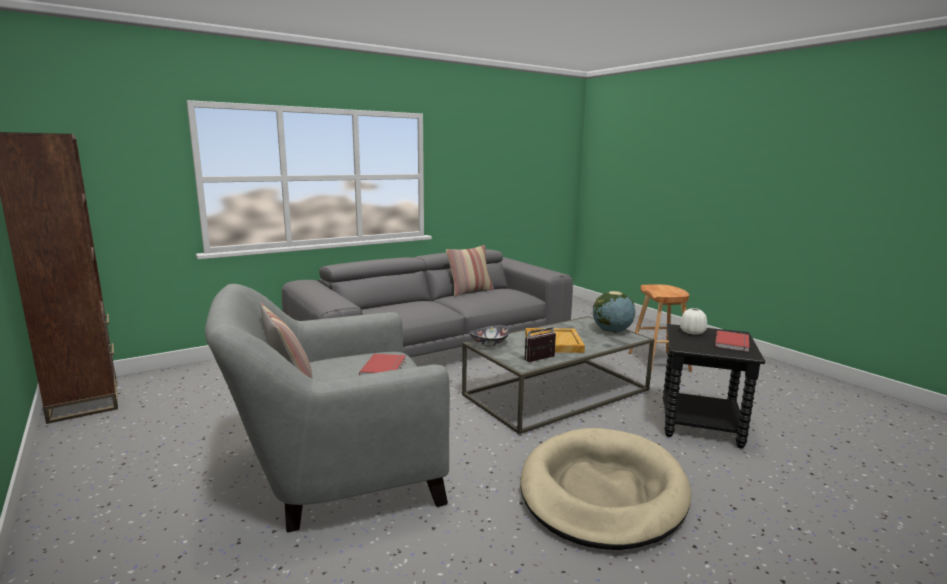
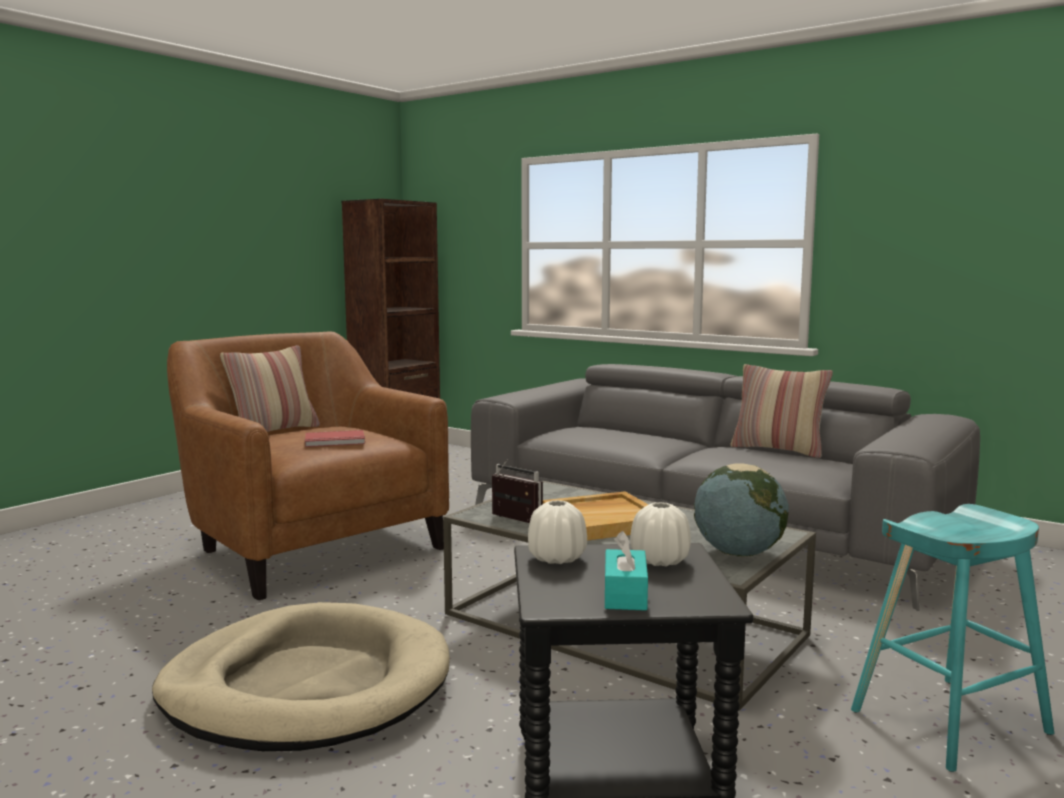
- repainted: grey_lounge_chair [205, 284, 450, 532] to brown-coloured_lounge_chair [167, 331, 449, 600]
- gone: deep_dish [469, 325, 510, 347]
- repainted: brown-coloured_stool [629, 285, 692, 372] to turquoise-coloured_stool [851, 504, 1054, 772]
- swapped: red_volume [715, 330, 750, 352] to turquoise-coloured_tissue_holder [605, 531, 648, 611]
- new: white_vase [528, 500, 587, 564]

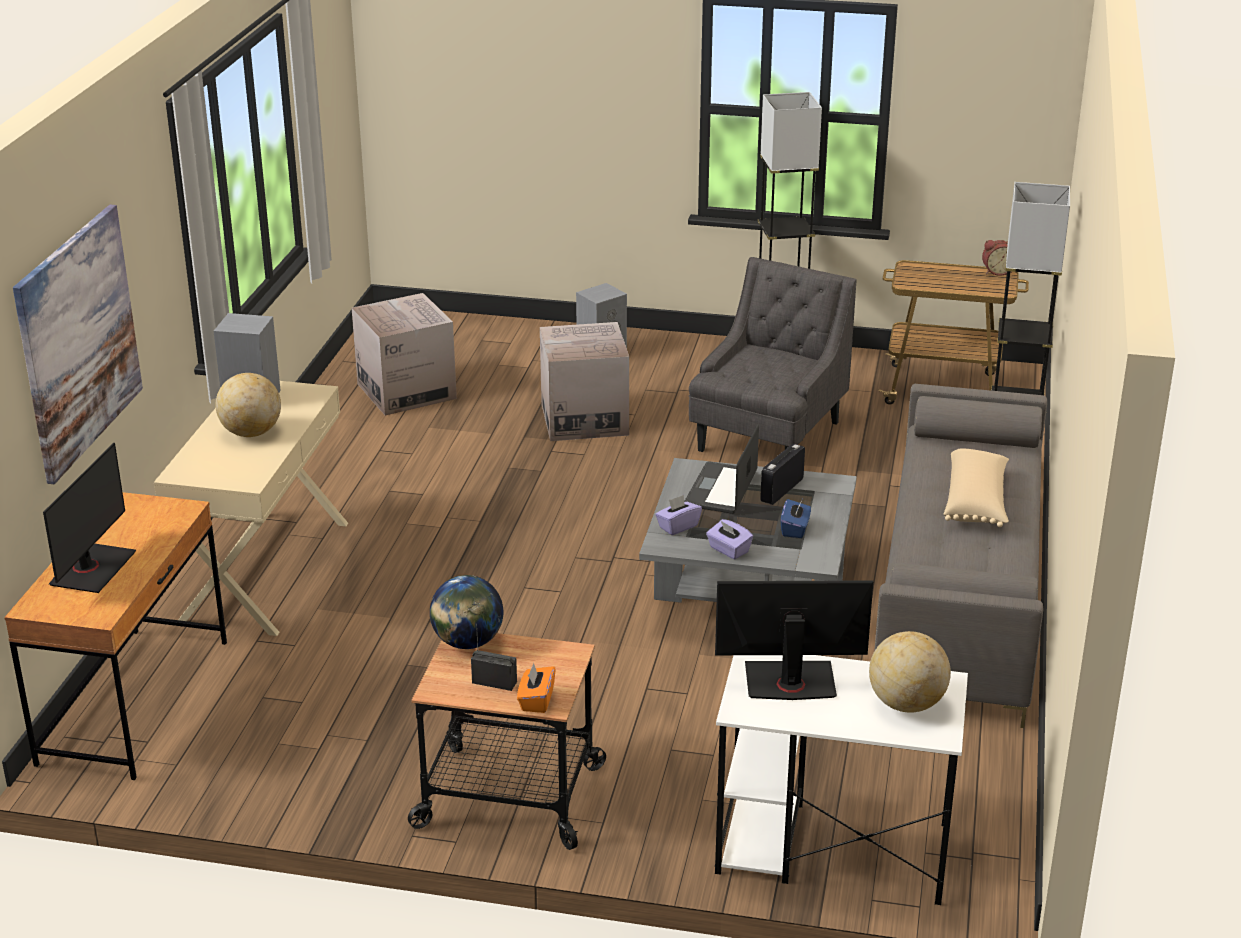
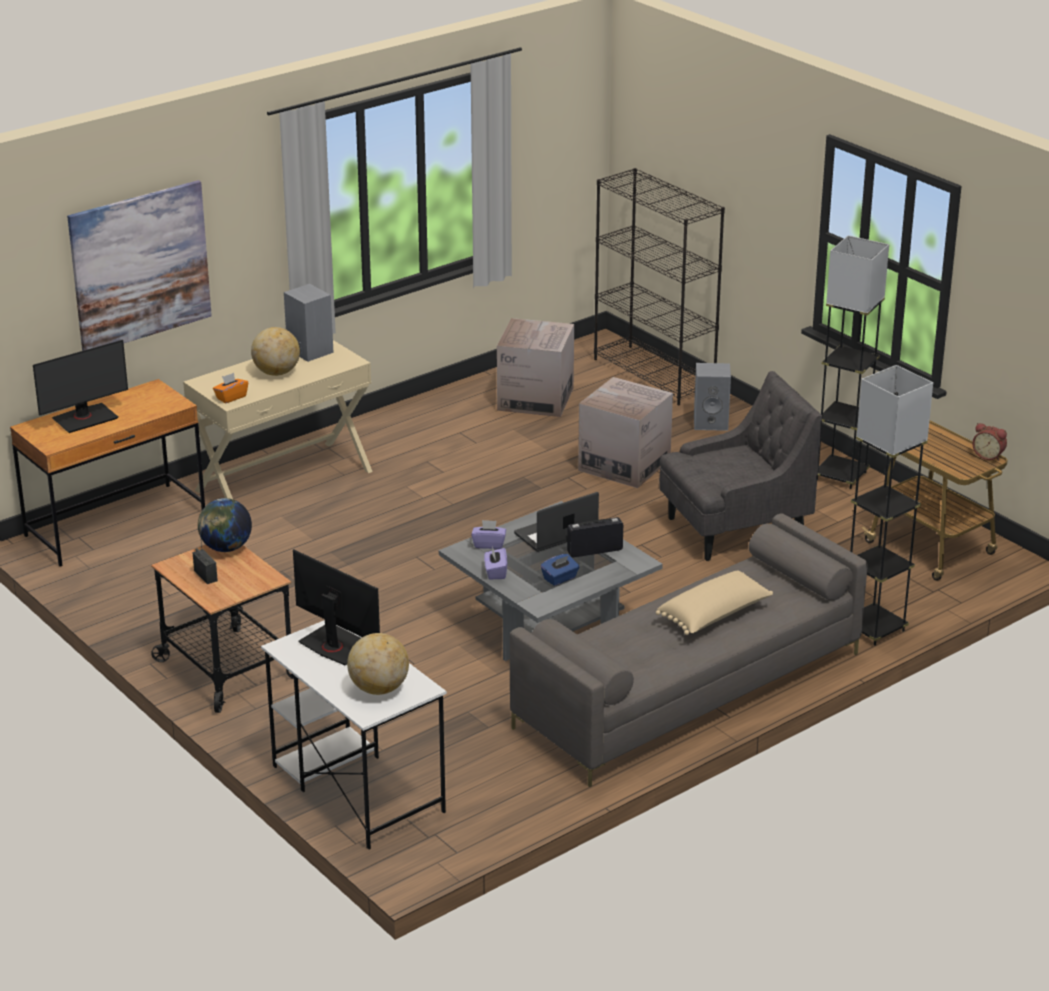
- shifted: orange-coloured_tissue_holder [517, 663, 556, 713] to [213, 373, 248, 404]
- new: black_bookshelf [594, 168, 725, 405]

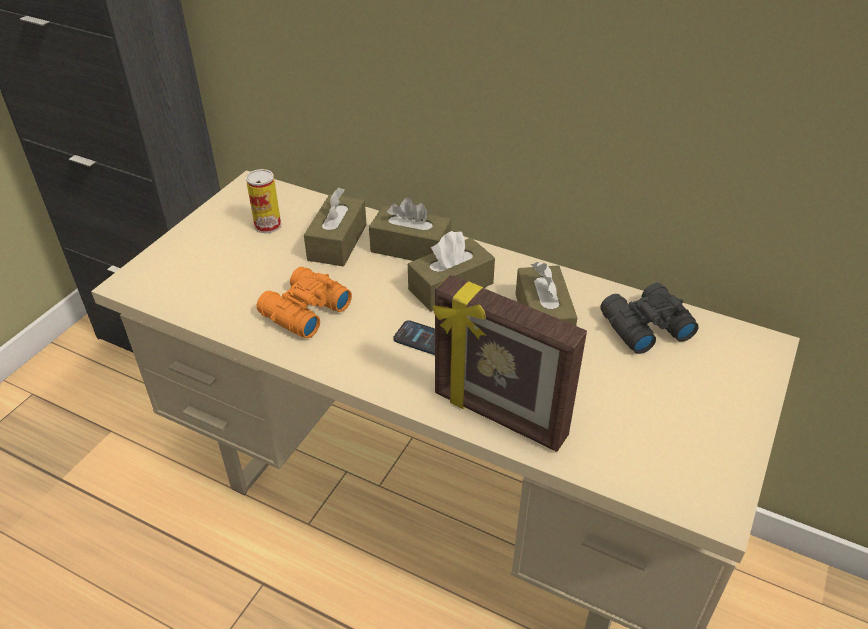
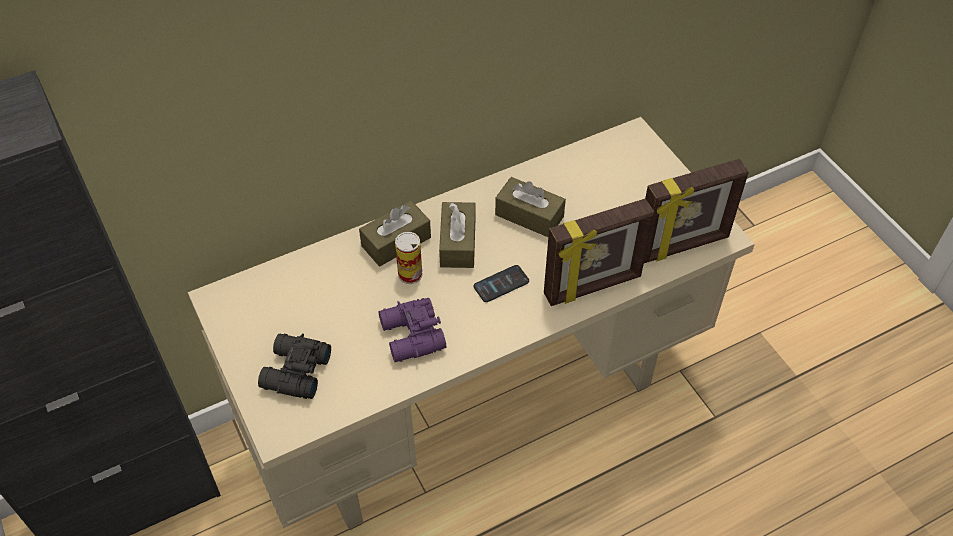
- shifted: can [246, 169, 281, 234] to [395, 232, 422, 284]
- repainted: orange-coloured_field_glasses [257, 267, 352, 338] to purple_field_glasses [379, 298, 446, 362]
- gone: brown-coloured_tissue_holder [304, 188, 367, 267]
- shifted: black_field_glasses [600, 283, 699, 354] to [258, 333, 331, 399]
- new: photo_frame [644, 159, 749, 263]

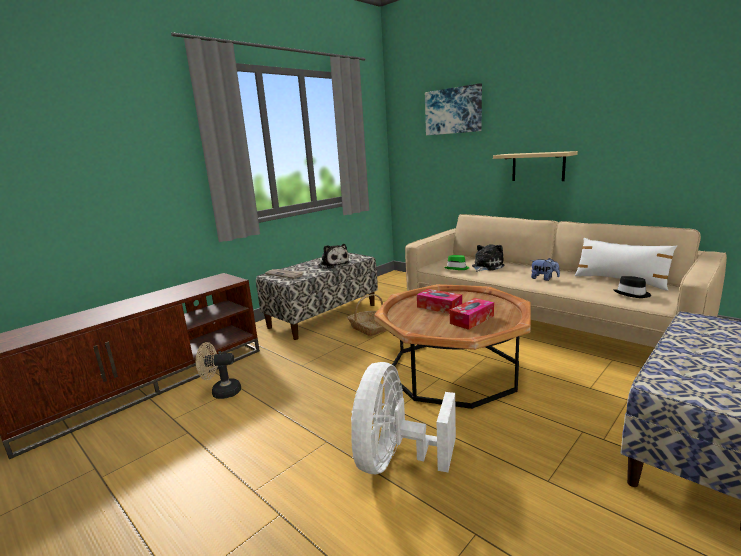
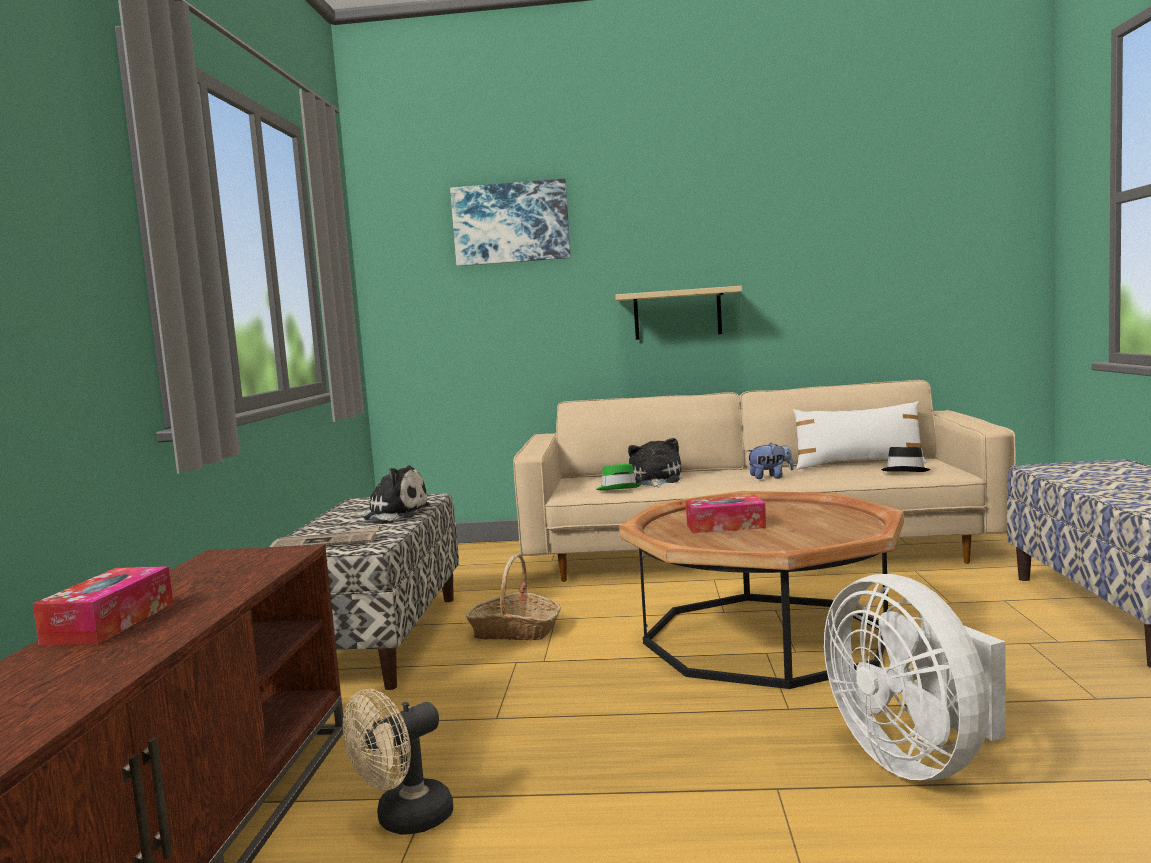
- shifted: tissue_holder [450, 298, 494, 330] to [33, 566, 173, 645]

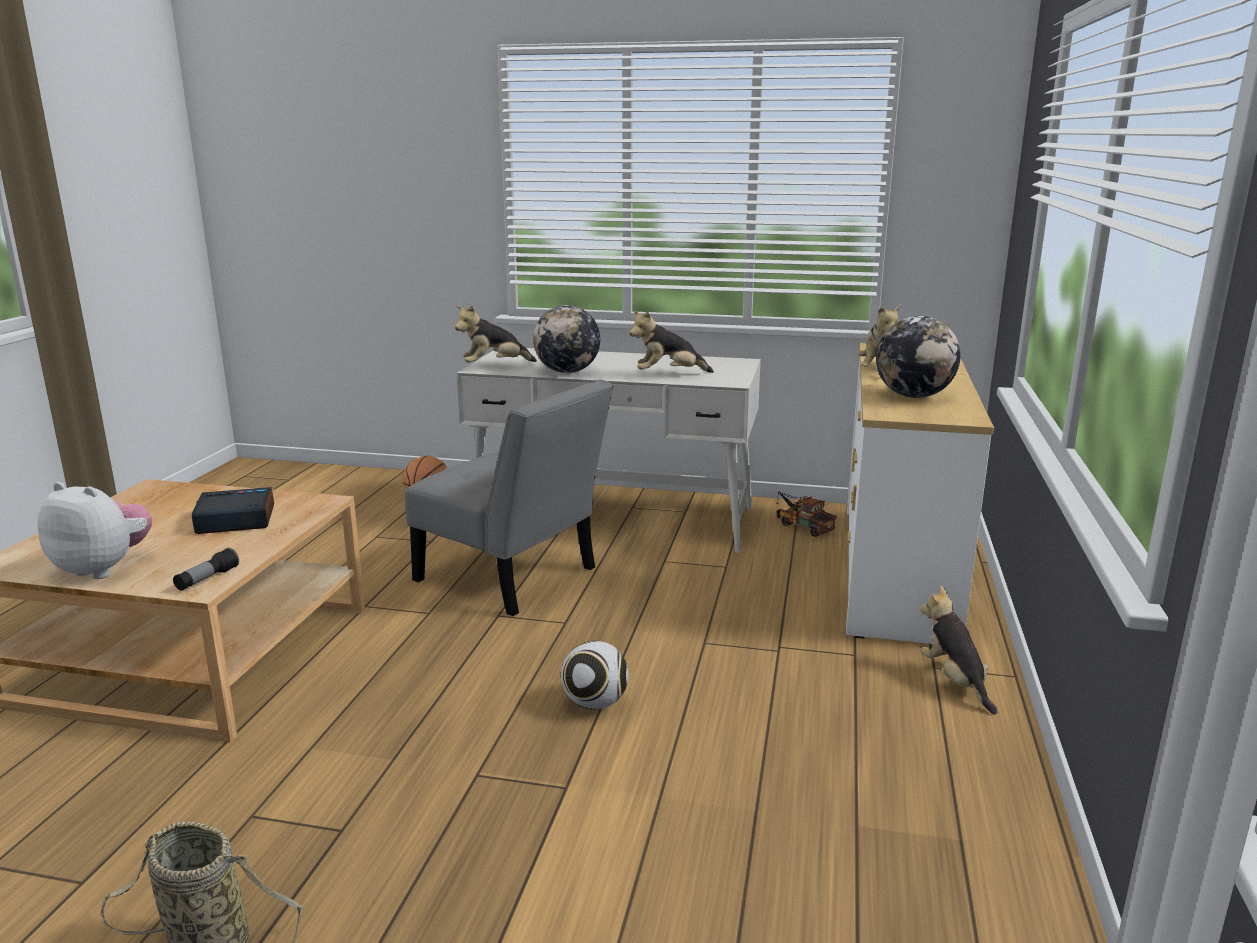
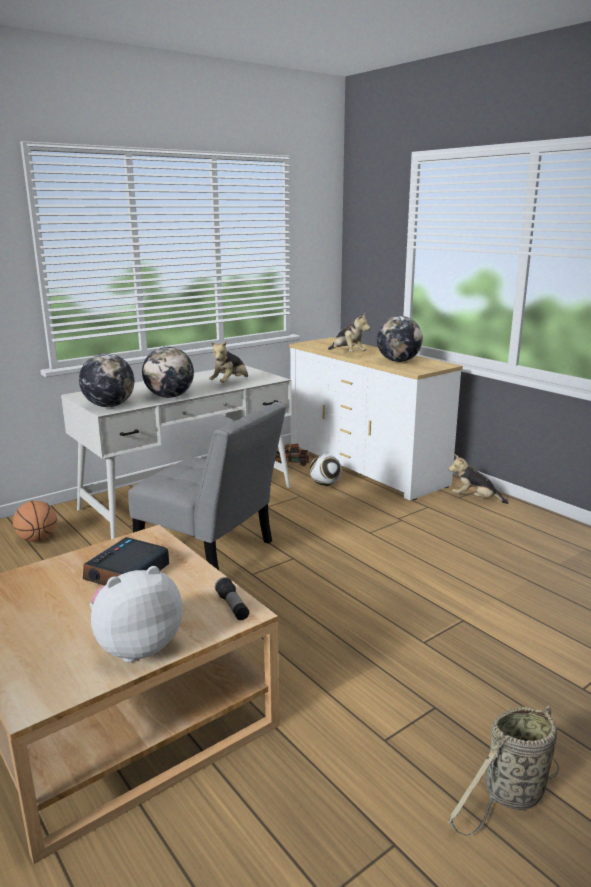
- rotated: grey_plain_chair [405, 380, 613, 616] = [128, 402, 286, 570] 45 degrees clockwise
- swapped: soft_toy [455, 305, 537, 362] to globe [79, 353, 134, 407]
- shifted: football [561, 641, 629, 709] to [310, 454, 342, 486]

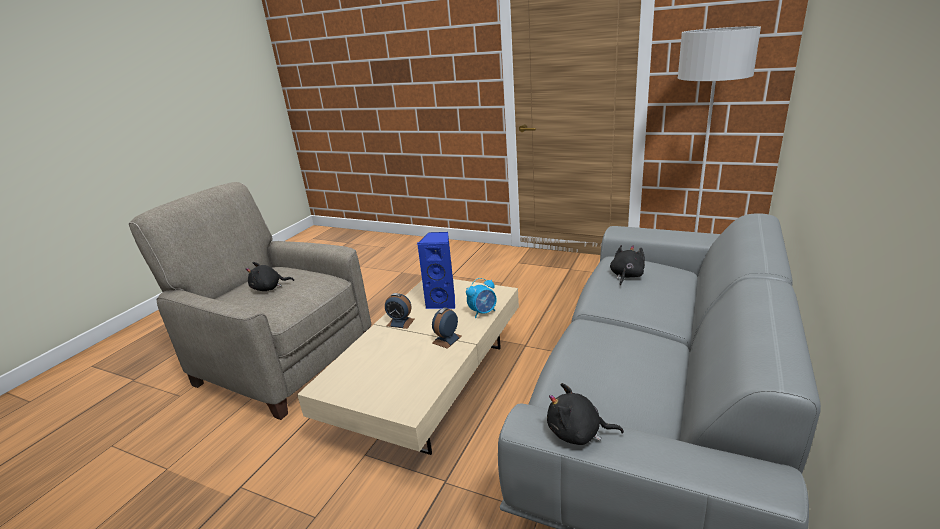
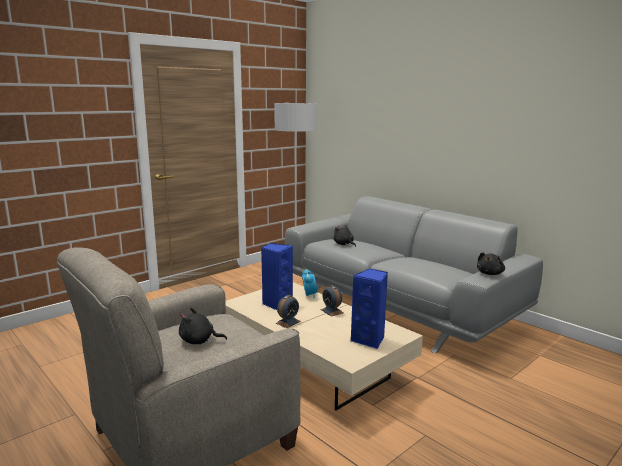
- rotated: black_soft_toy [246, 262, 294, 291] = [179, 308, 227, 344] 90 degrees clockwise
- new: blue_loudspeaker [351, 269, 388, 349]

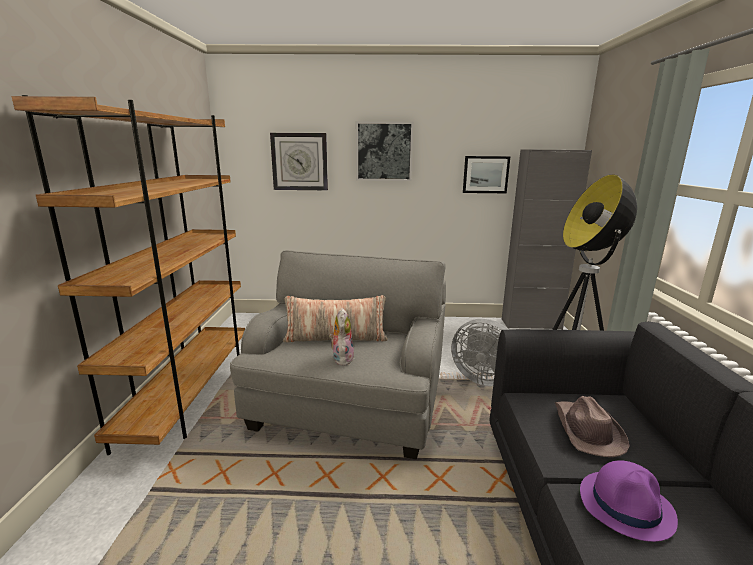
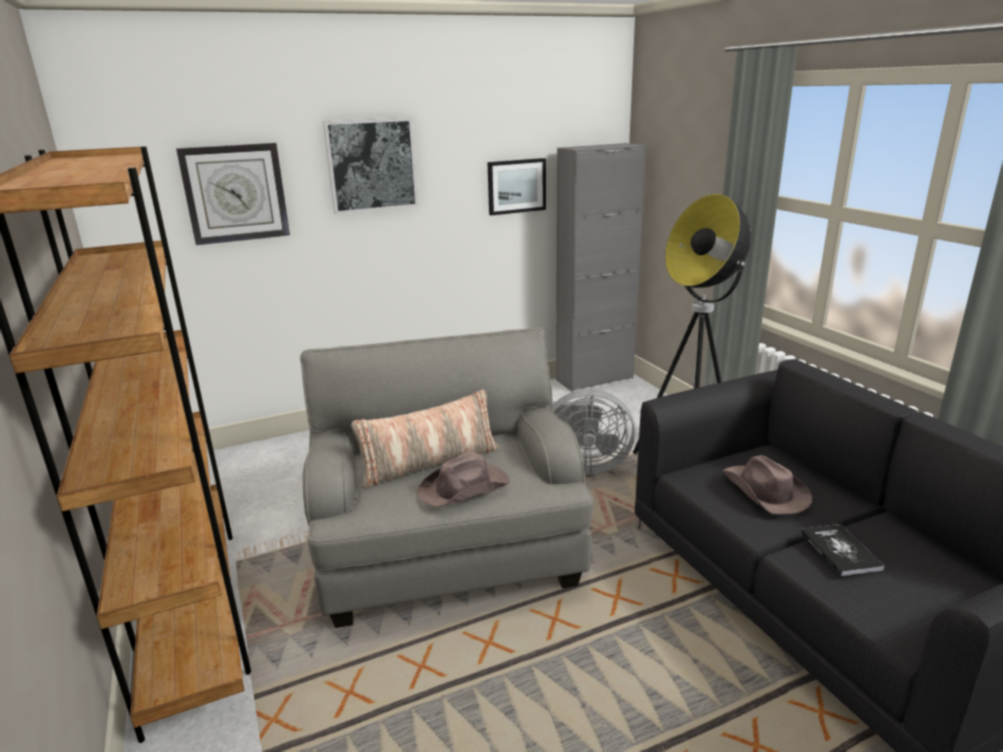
- swapped: soft_toy [329, 308, 354, 366] to brown-coloured_wearable_hat [417, 452, 510, 507]
- swapped: purple_wearable_hat [580, 460, 678, 542] to volume [800, 524, 884, 576]

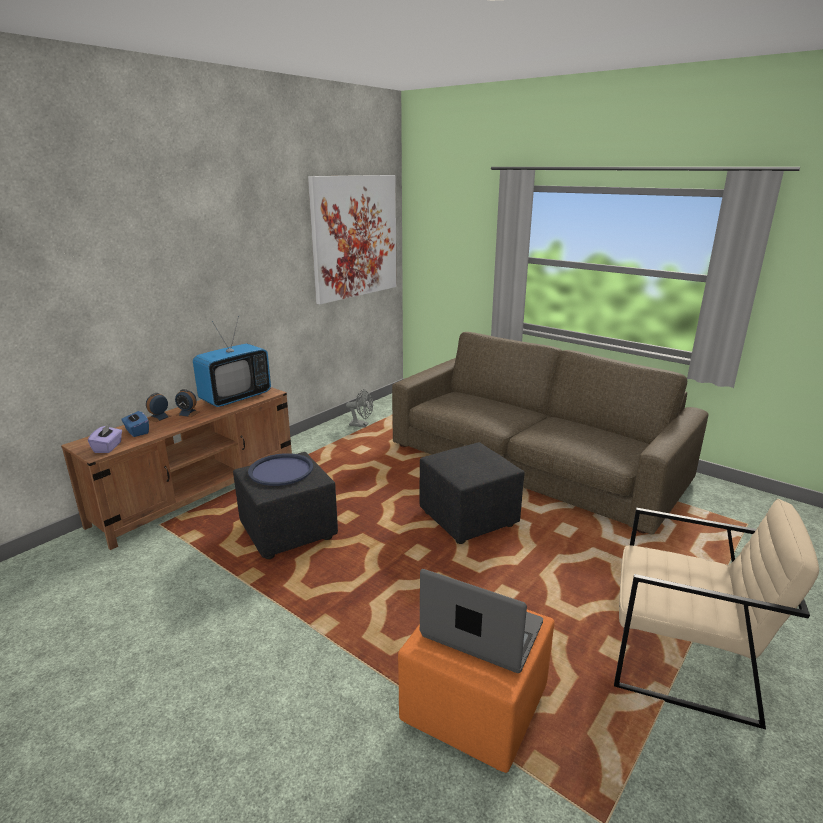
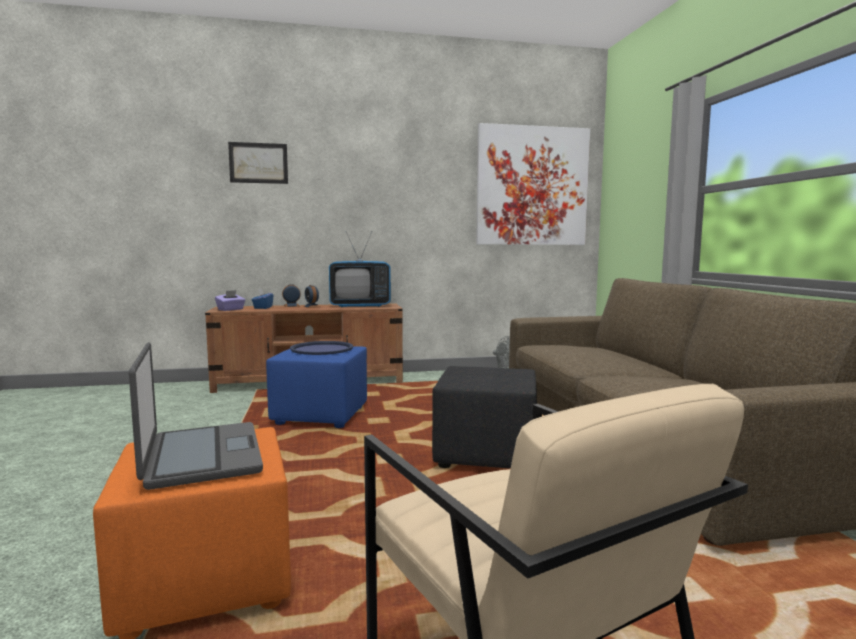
- repainted: black_footrest [233, 452, 338, 559] to blue_footrest [266, 346, 367, 428]
- new: picture [228, 142, 288, 184]

